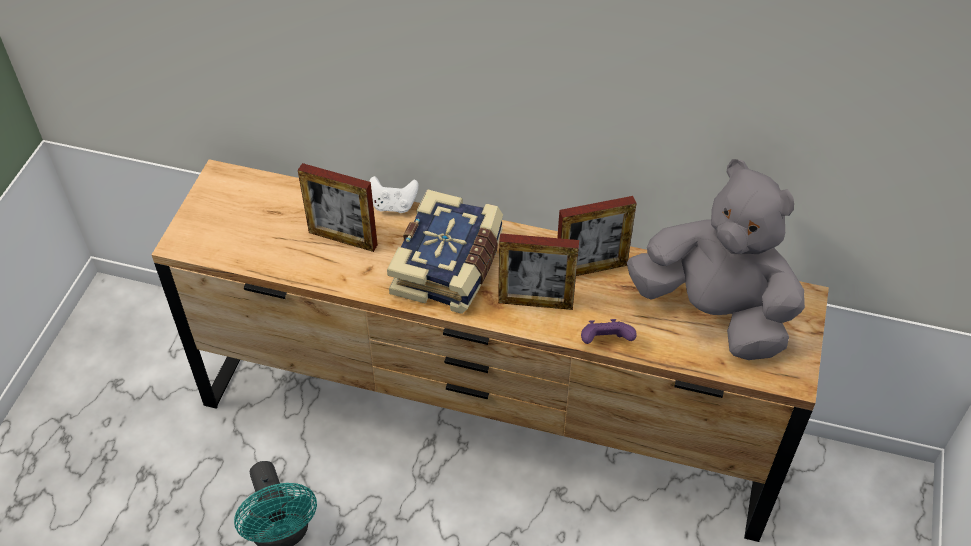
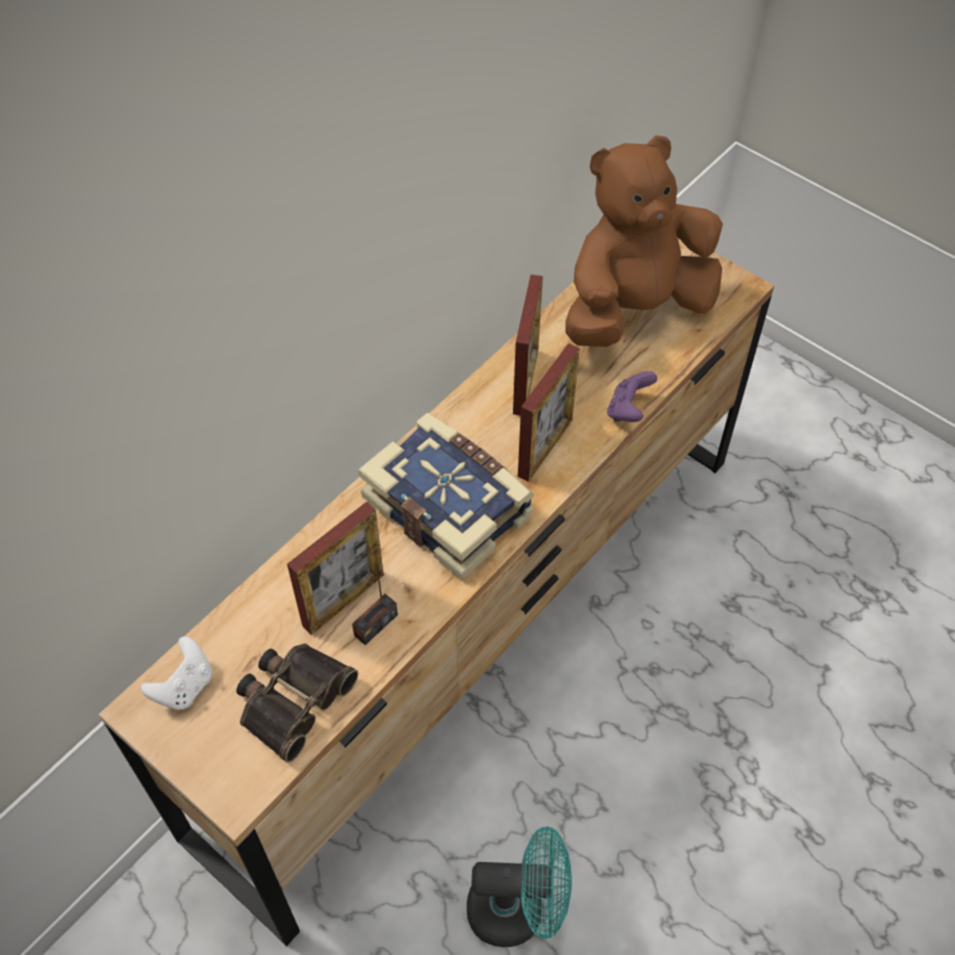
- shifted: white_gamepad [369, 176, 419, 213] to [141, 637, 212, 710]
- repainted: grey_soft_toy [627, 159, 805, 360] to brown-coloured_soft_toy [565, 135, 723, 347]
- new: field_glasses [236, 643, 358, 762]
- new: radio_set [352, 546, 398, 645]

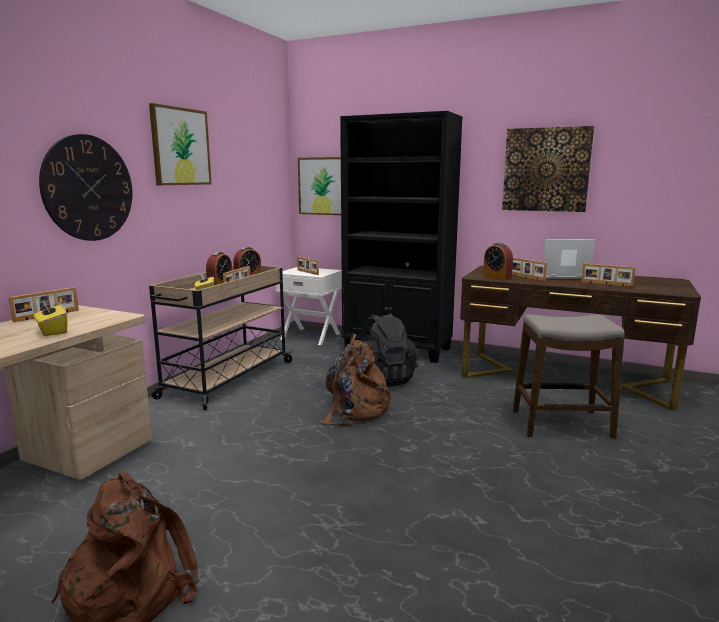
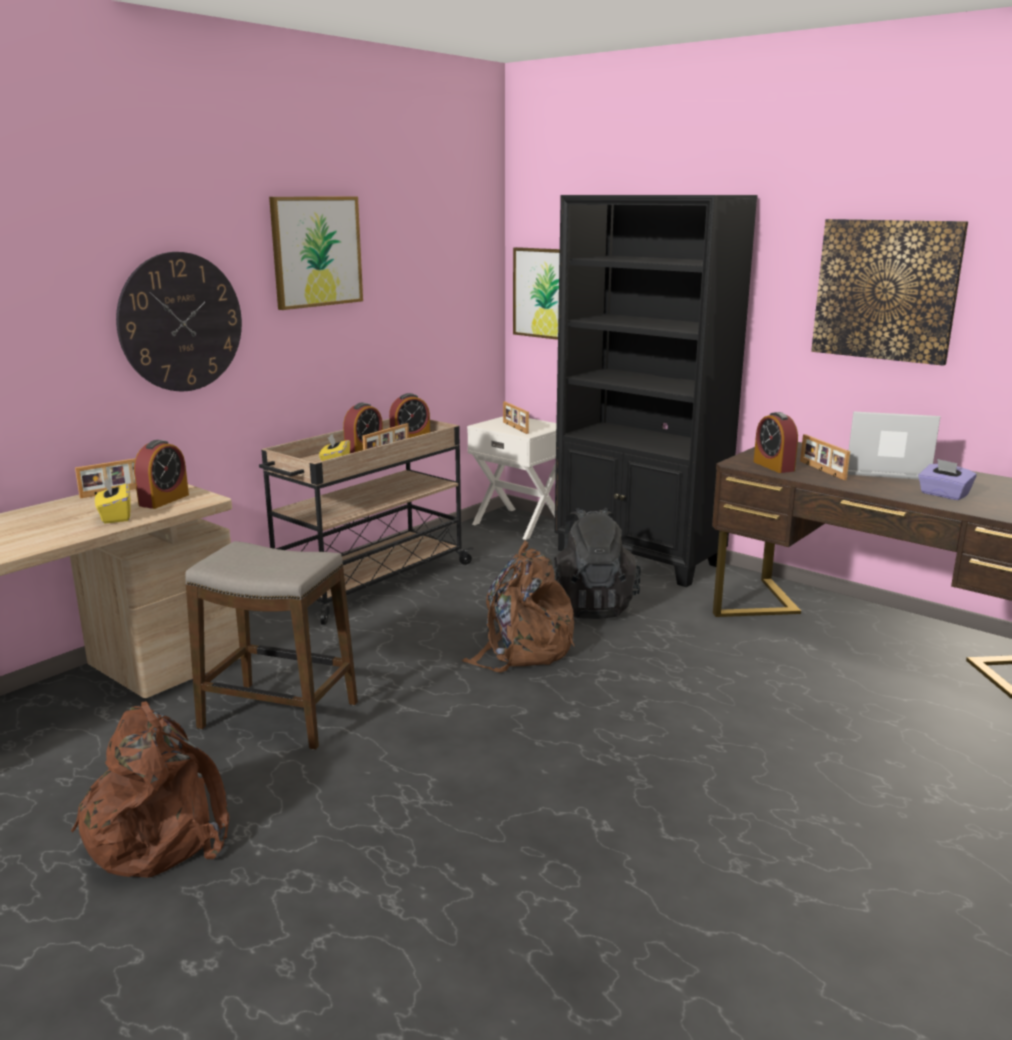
- shifted: stool [513, 315, 625, 439] to [185, 541, 358, 750]
- swapped: photo_frame [581, 264, 636, 287] to purple_tissue_holder [918, 459, 977, 500]
- new: bedside_clock [134, 440, 189, 509]

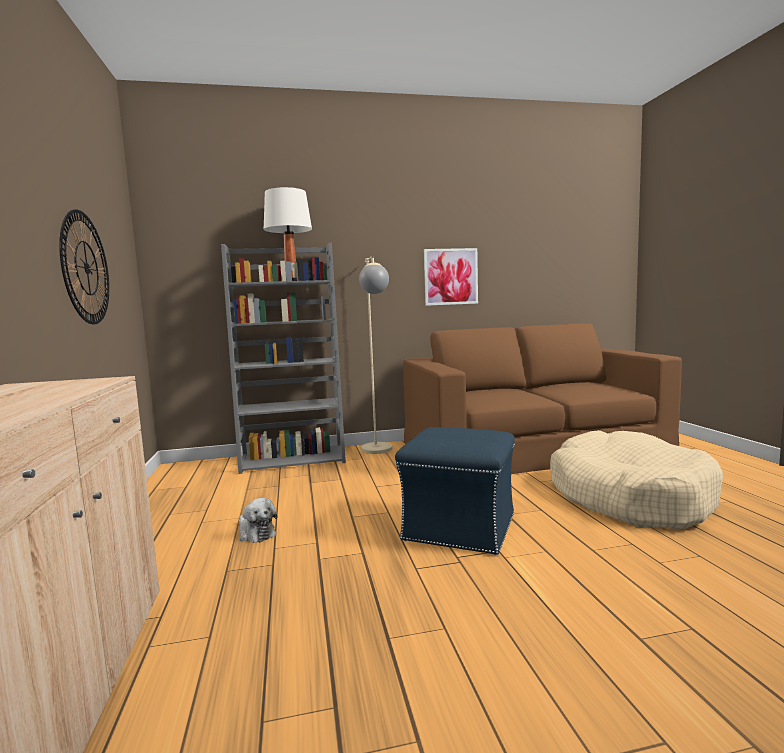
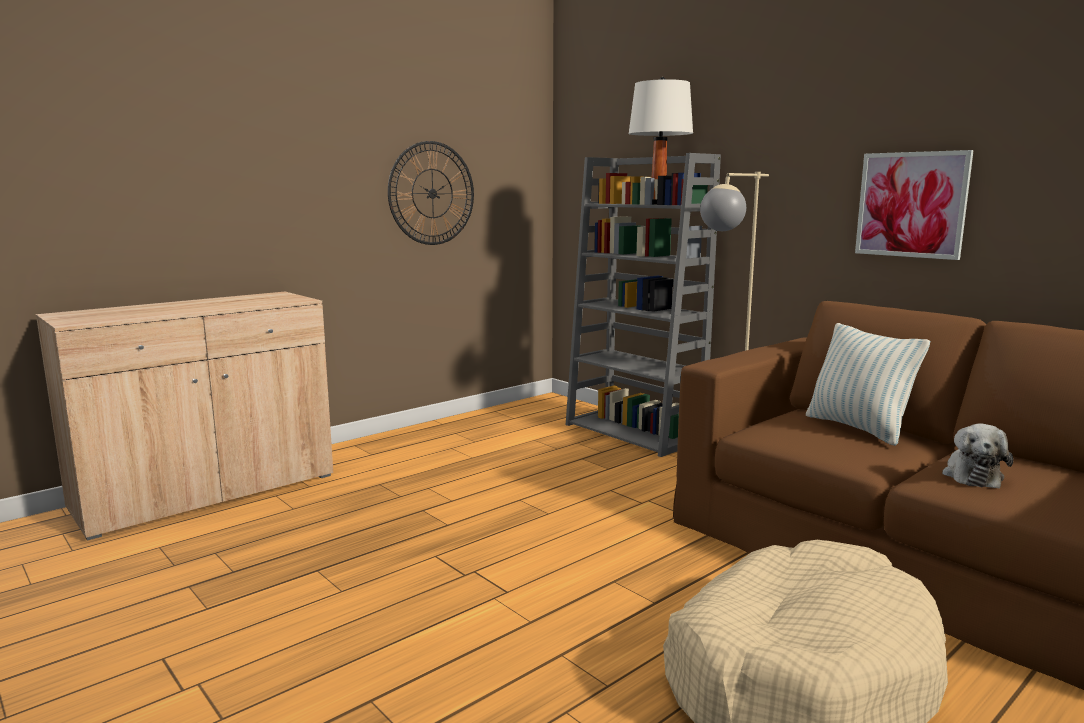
- shifted: soft_toy [239, 498, 277, 543] to [942, 423, 1013, 489]
- gone: blue_footrest [395, 427, 515, 555]
- new: pillow [806, 323, 930, 446]

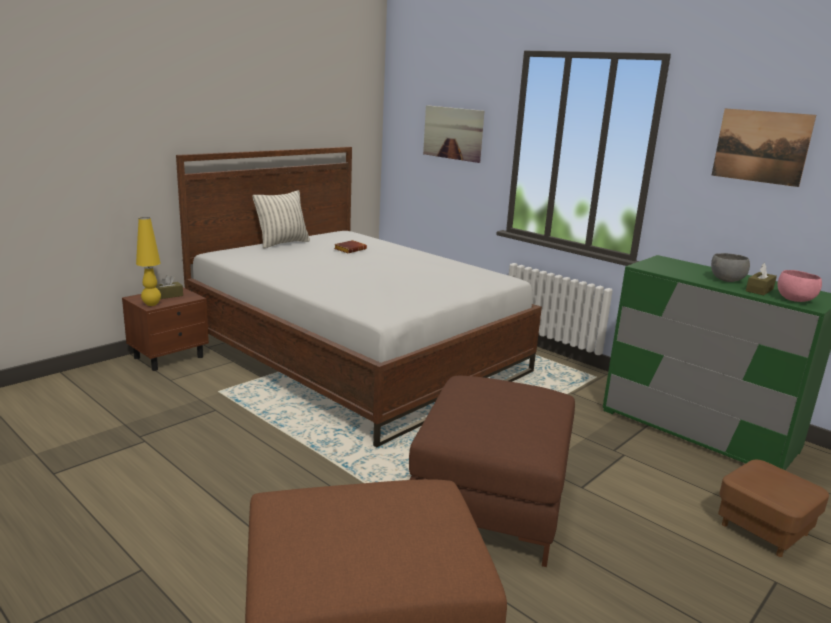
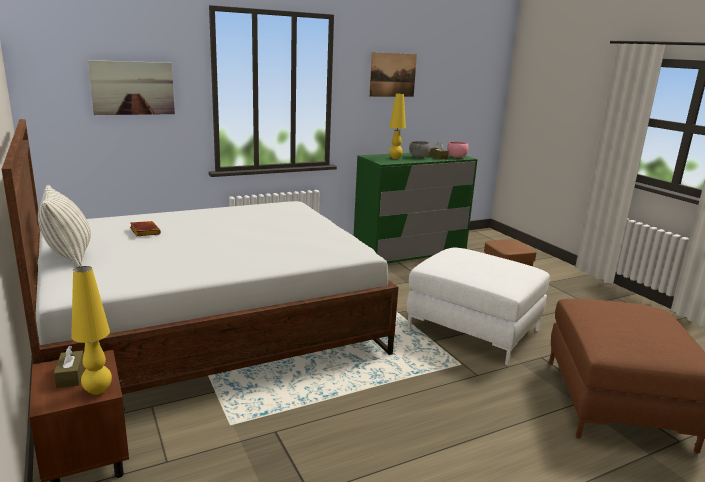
- repainted: brown-coloured_footrest [409, 376, 575, 567] to white_footrest [407, 247, 550, 366]
- new: yellowish_lamp_for_a_table [389, 93, 406, 159]

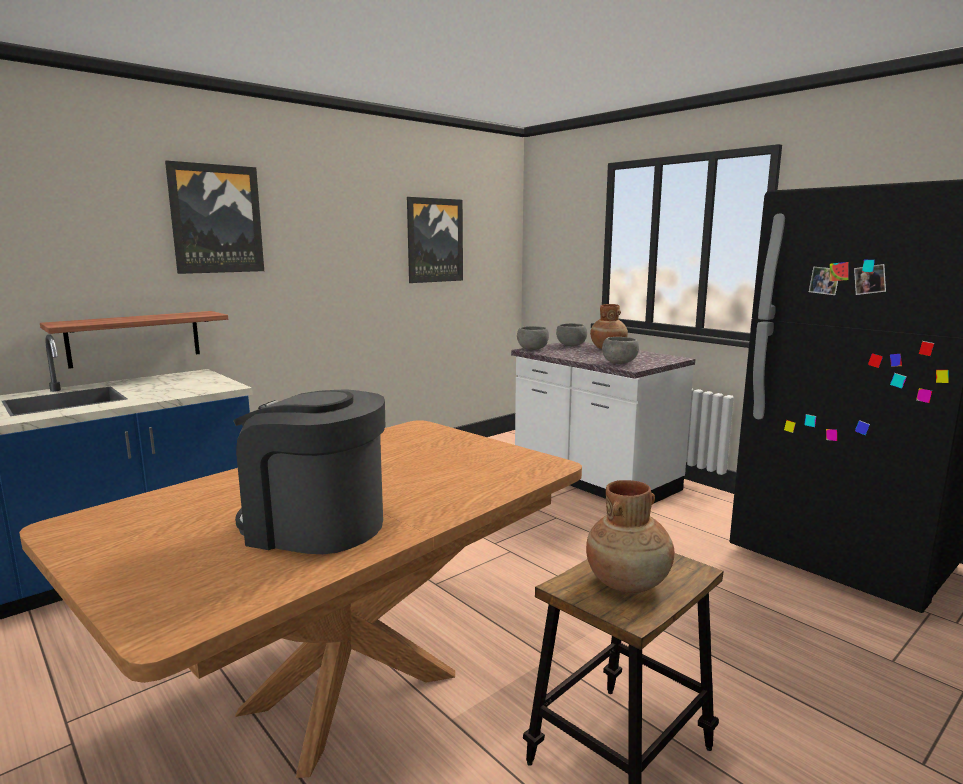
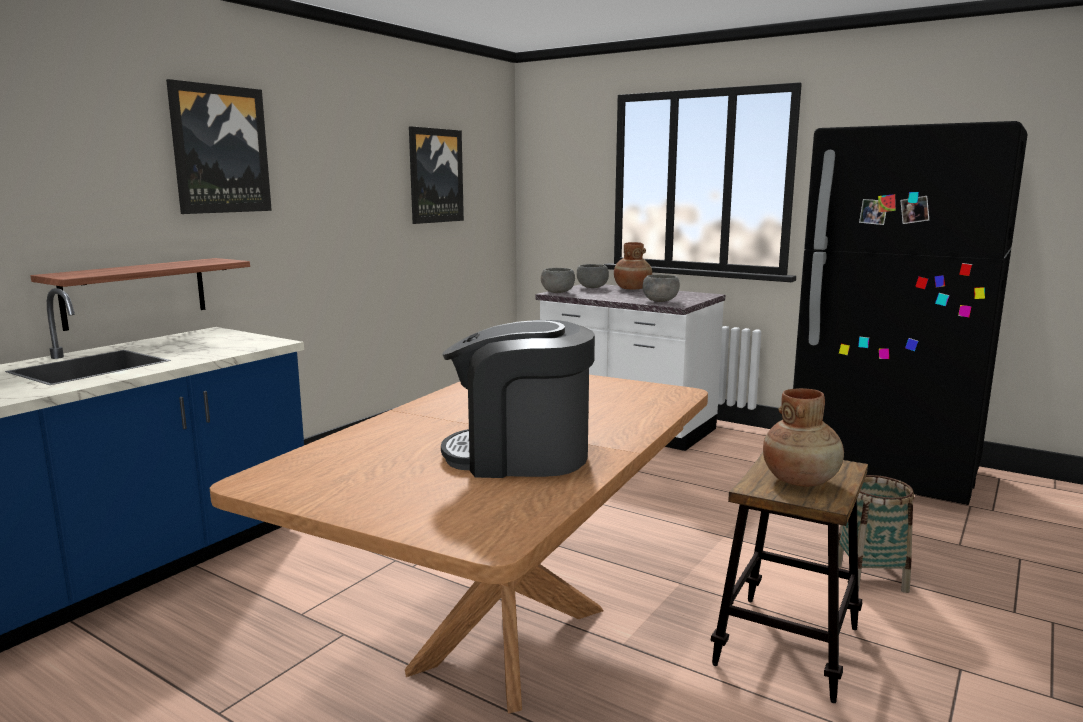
- new: basket [839, 475, 914, 593]

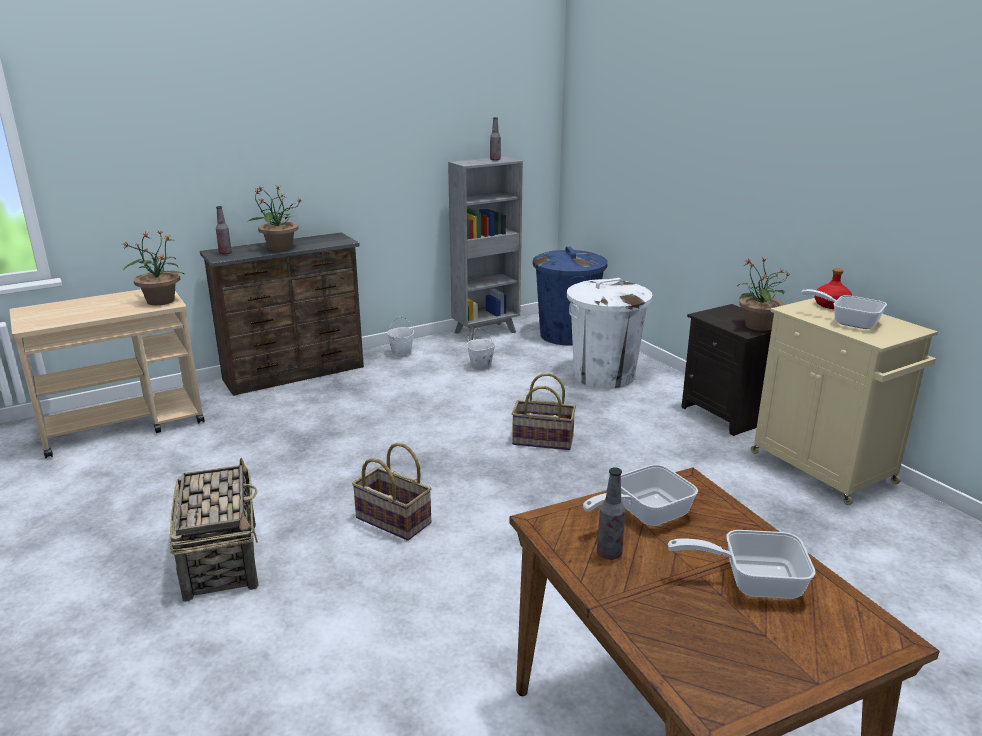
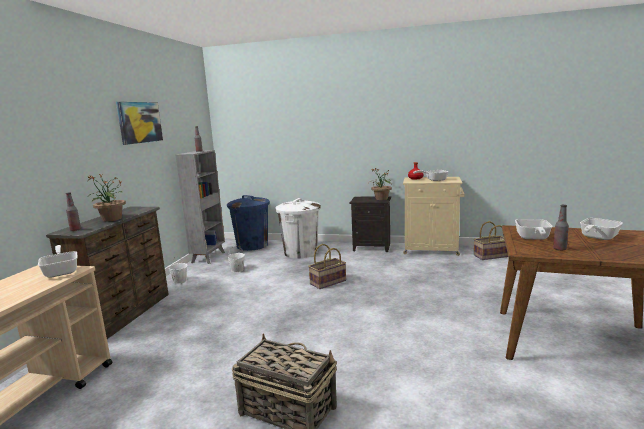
- swapped: potted_plant [122, 230, 184, 305] to pan [38, 245, 78, 278]
- shifted: basket [352, 443, 431, 541] to [474, 221, 508, 260]
- new: picture [116, 102, 163, 145]

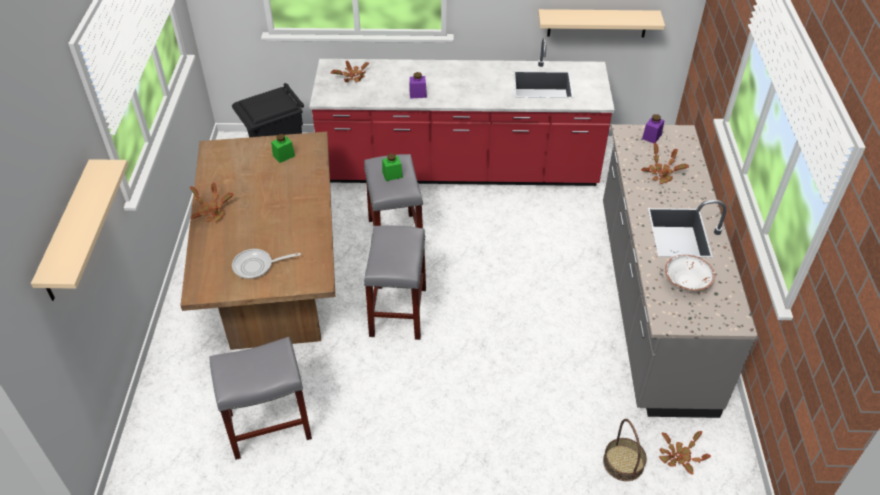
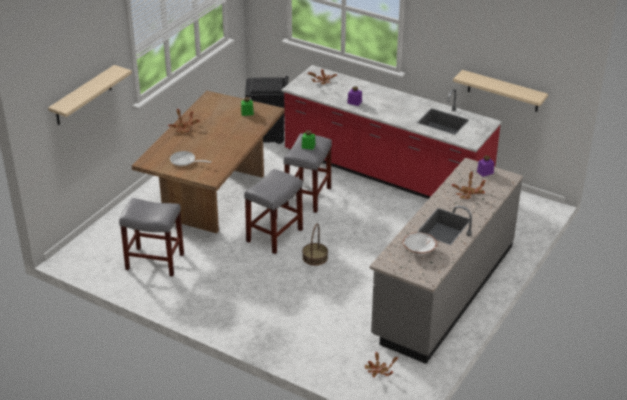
- shifted: basket [603, 419, 647, 481] to [302, 223, 328, 266]

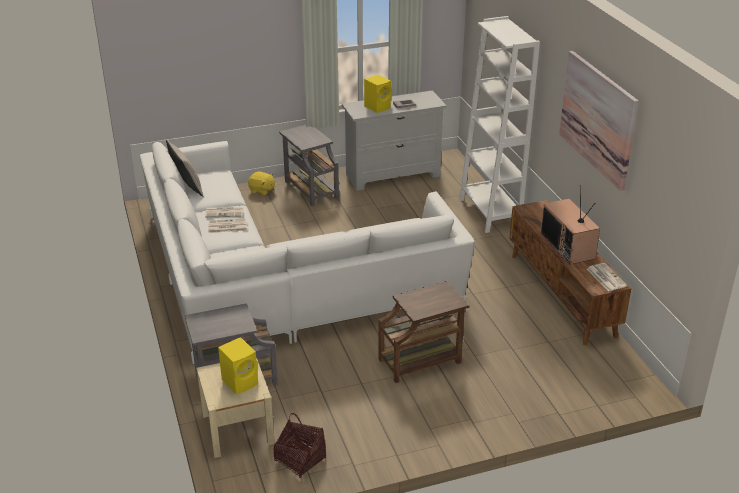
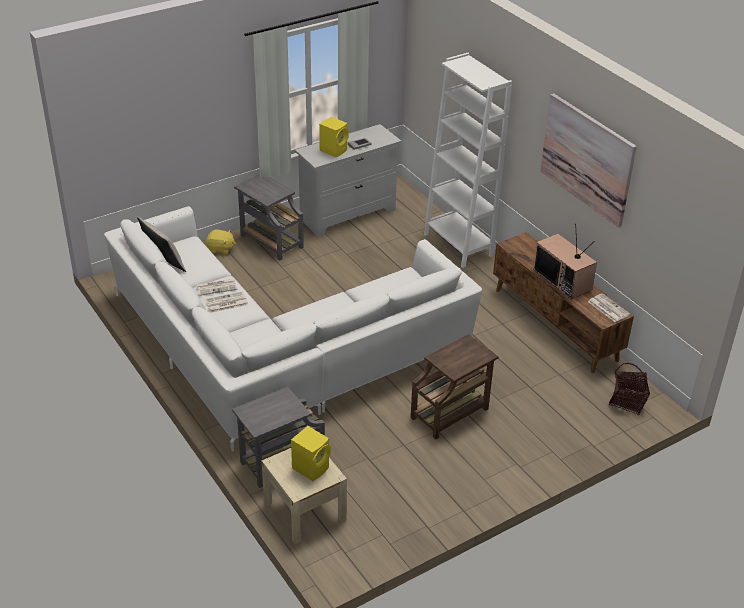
- shifted: basket [273, 413, 326, 478] to [609, 363, 650, 415]

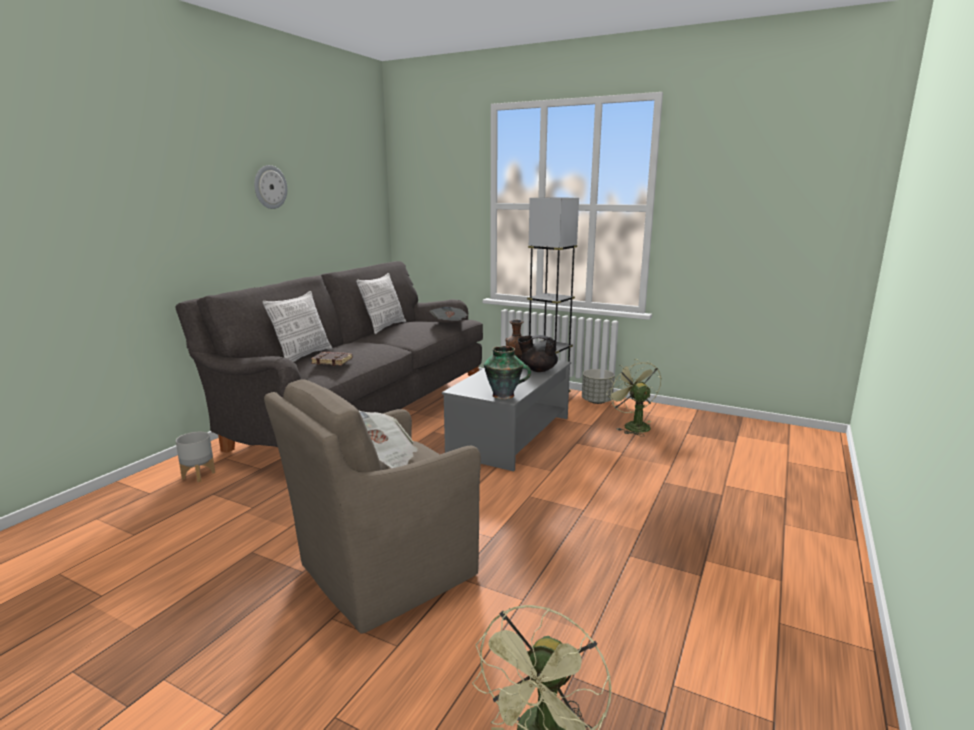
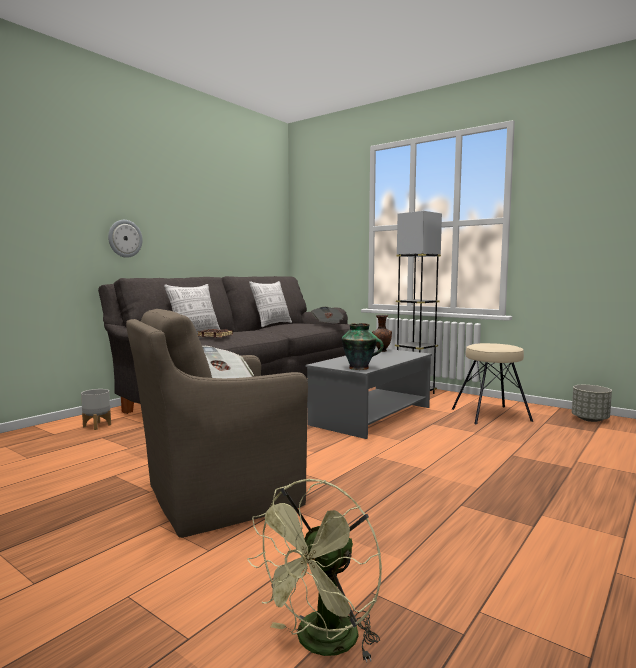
- shifted: hanging_clock [254, 165, 287, 209] to [108, 220, 143, 258]
- gone: black_pot_for_tea [518, 335, 558, 372]
- shifted: grey_planter [582, 369, 614, 404] to [572, 385, 612, 422]
- swapped: green_cooling_fan [606, 359, 661, 436] to beige-coloured_stool [452, 343, 533, 424]

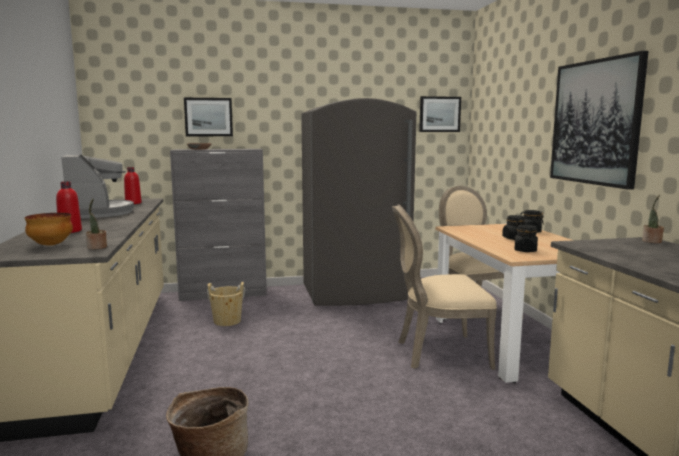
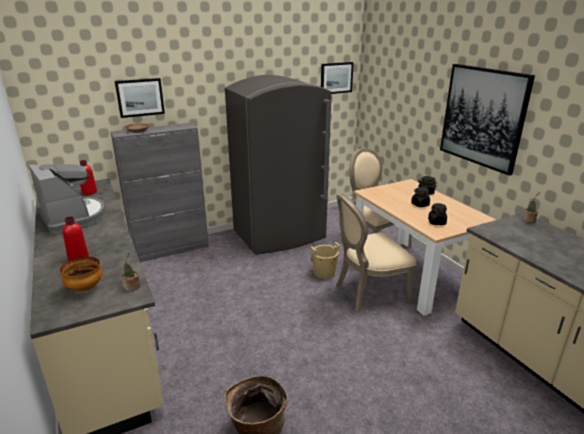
- shifted: beige-coloured_bucket [207, 282, 245, 326] to [311, 242, 340, 279]

